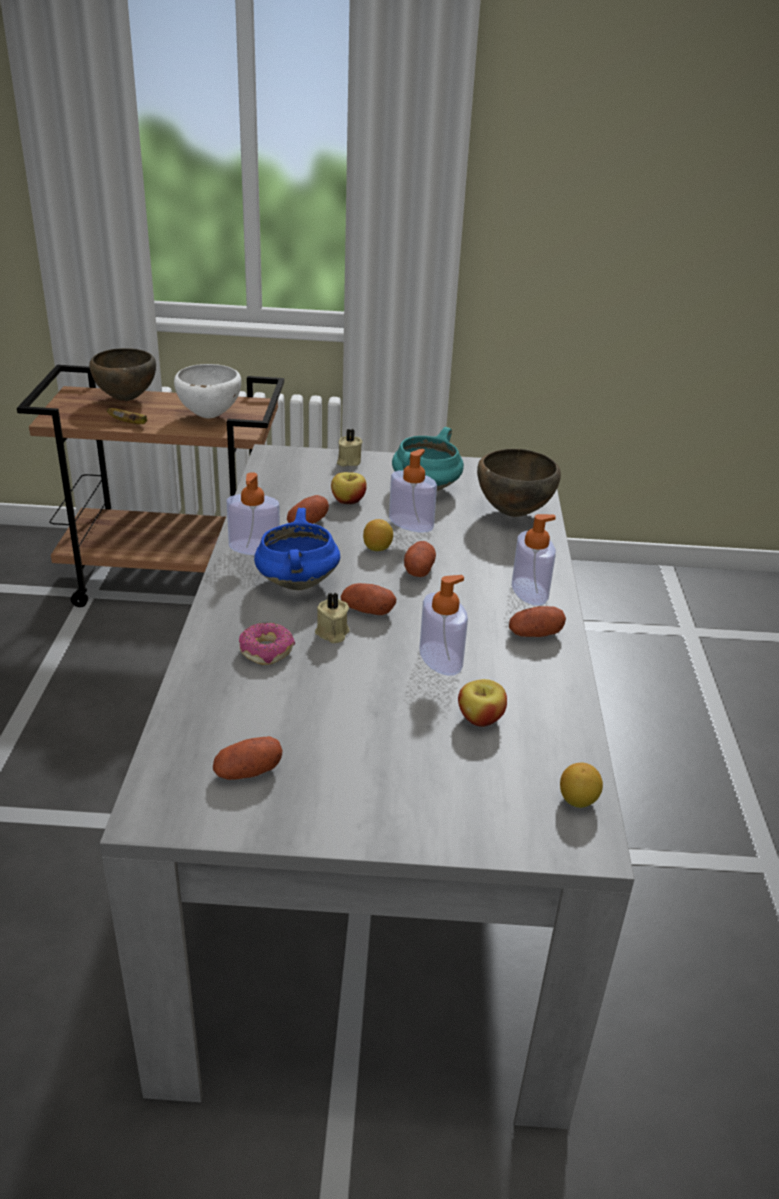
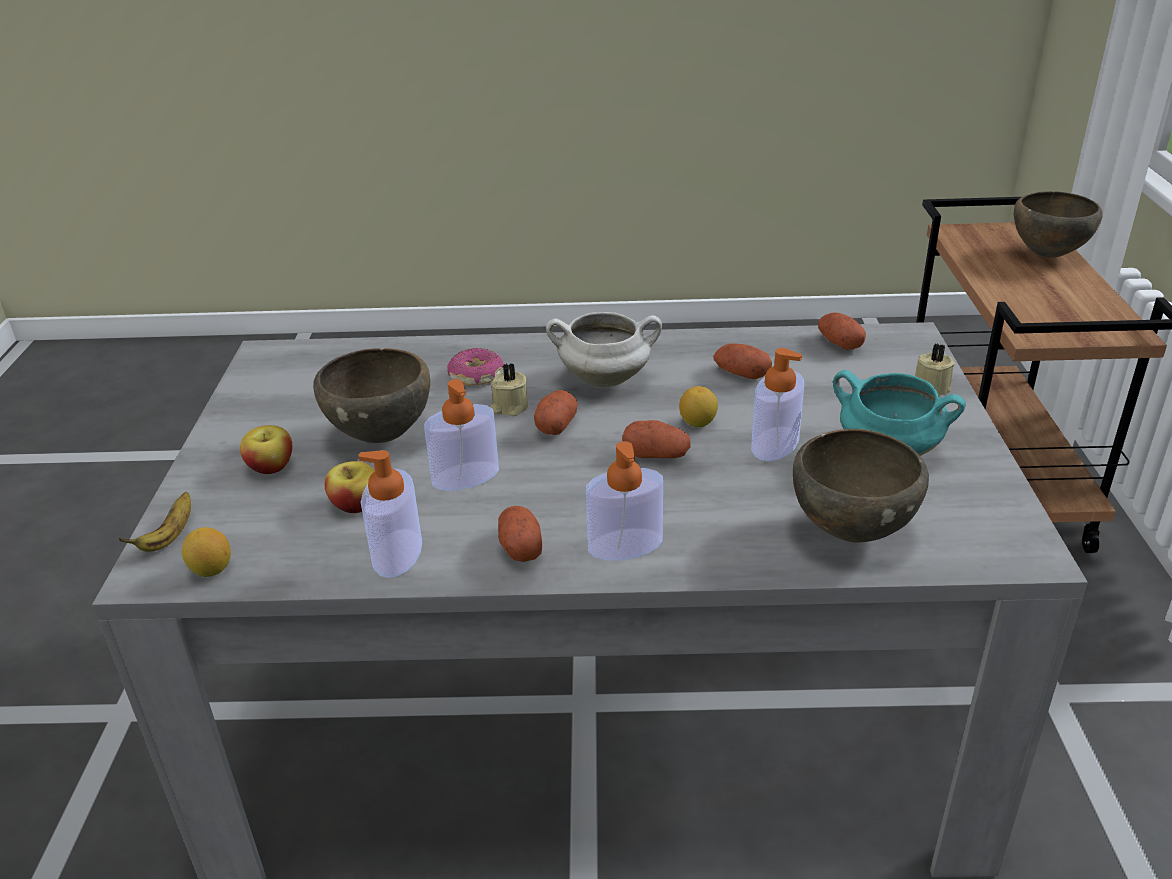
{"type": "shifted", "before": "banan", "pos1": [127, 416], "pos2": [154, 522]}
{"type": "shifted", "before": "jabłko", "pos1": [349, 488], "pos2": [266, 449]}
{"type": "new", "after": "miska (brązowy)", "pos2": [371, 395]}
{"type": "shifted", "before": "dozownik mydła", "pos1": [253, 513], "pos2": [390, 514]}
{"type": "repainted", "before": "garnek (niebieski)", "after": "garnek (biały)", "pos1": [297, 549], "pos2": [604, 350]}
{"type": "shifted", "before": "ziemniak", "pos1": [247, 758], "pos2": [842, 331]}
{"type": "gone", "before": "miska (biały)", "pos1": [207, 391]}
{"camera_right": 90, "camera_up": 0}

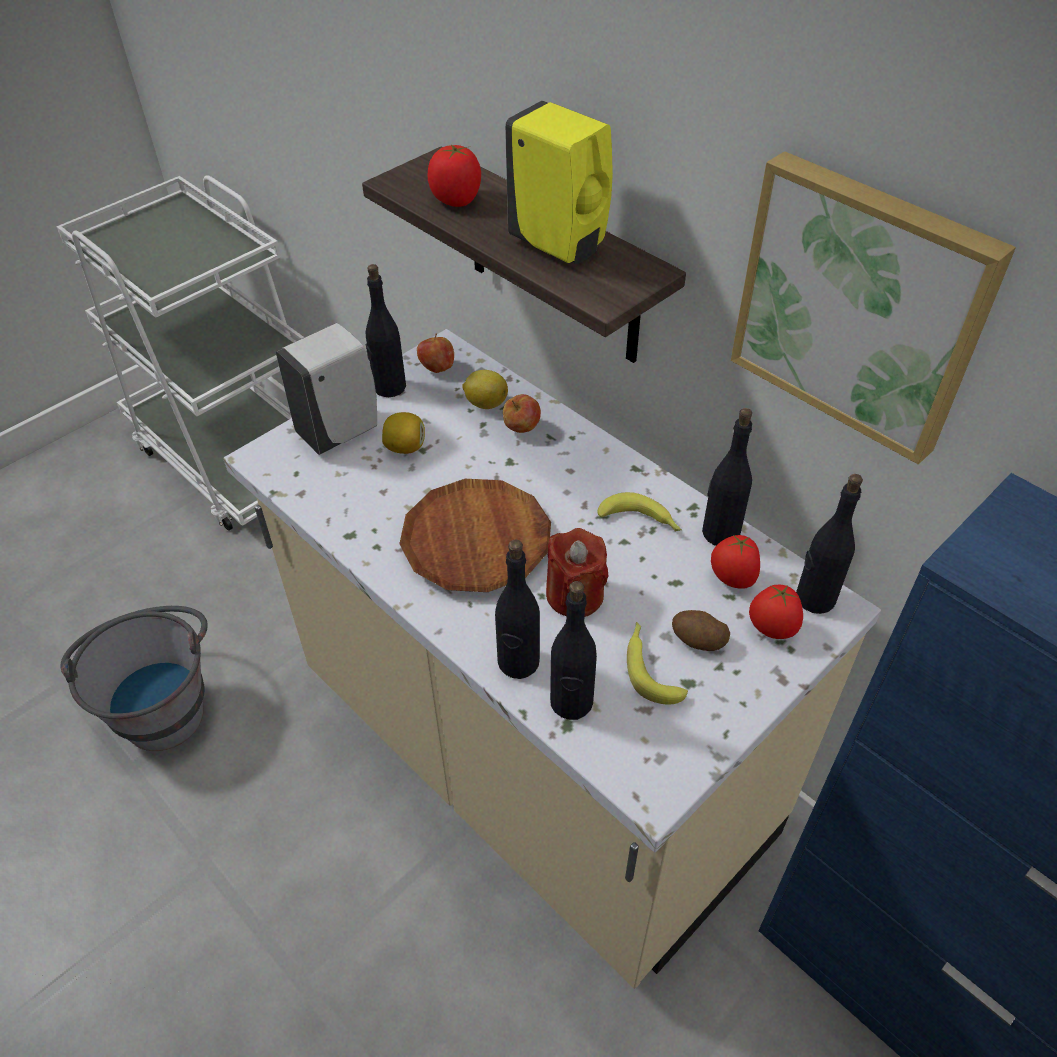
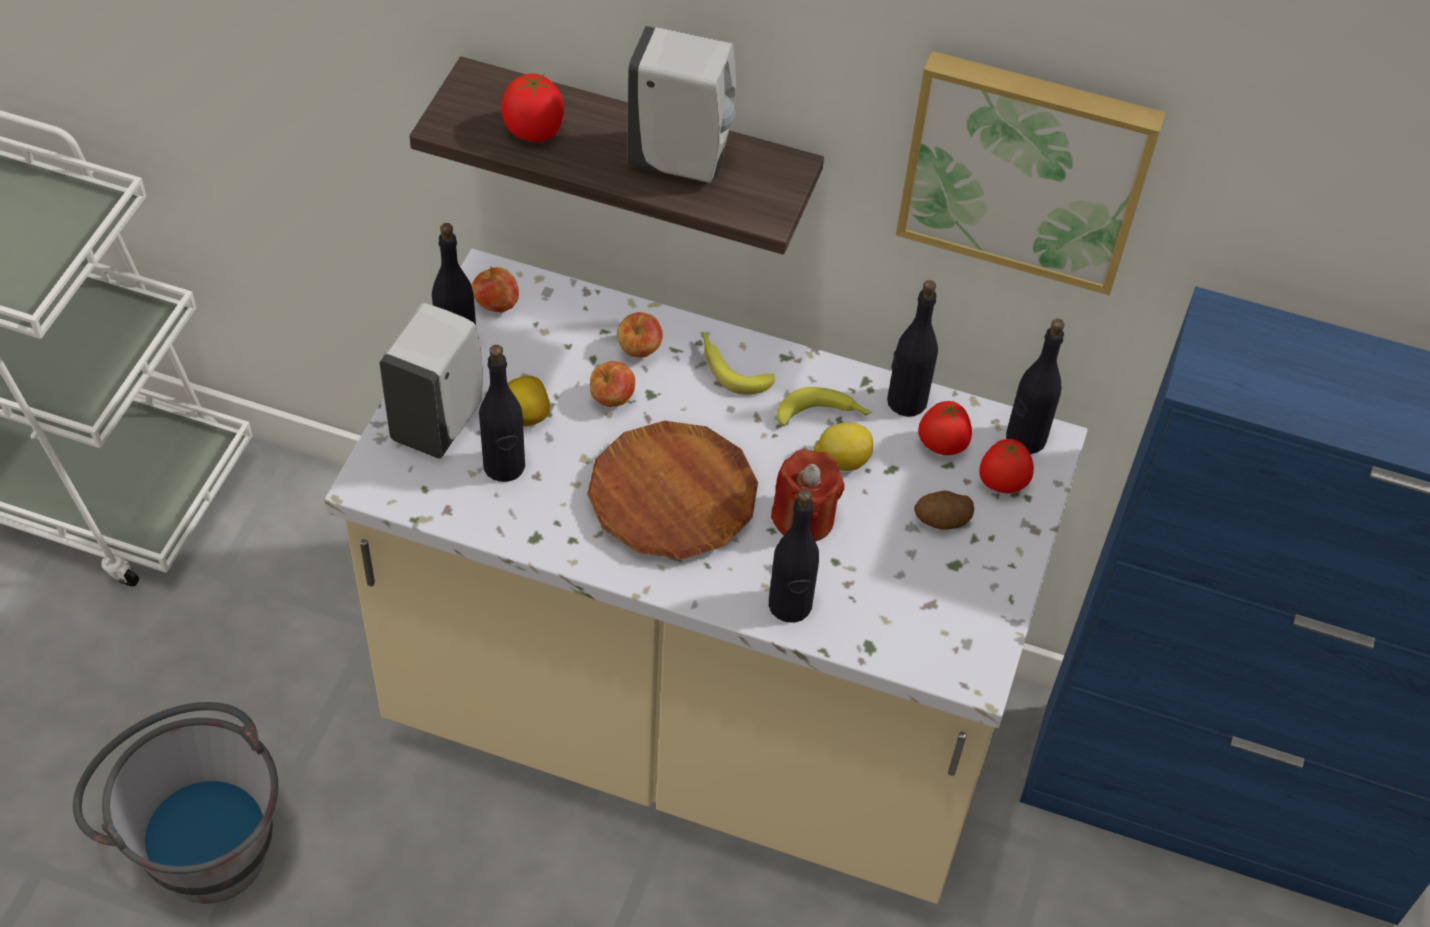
{"type": "shifted", "before": "butelka (czarny)", "pos1": [573, 650], "pos2": [502, 413]}
{"type": "new", "after": "jabłko", "pos2": [612, 384]}
{"type": "repainted", "before": "dozownik mydła (żółty)", "after": "dozownik mydła (biały)", "pos1": [559, 183], "pos2": [682, 104]}
{"type": "shifted", "before": "banan", "pos1": [657, 663], "pos2": [738, 363]}
{"type": "shifted", "before": "cytryna", "pos1": [485, 389], "pos2": [843, 447]}
{"camera_right": -30, "camera_up": 5}

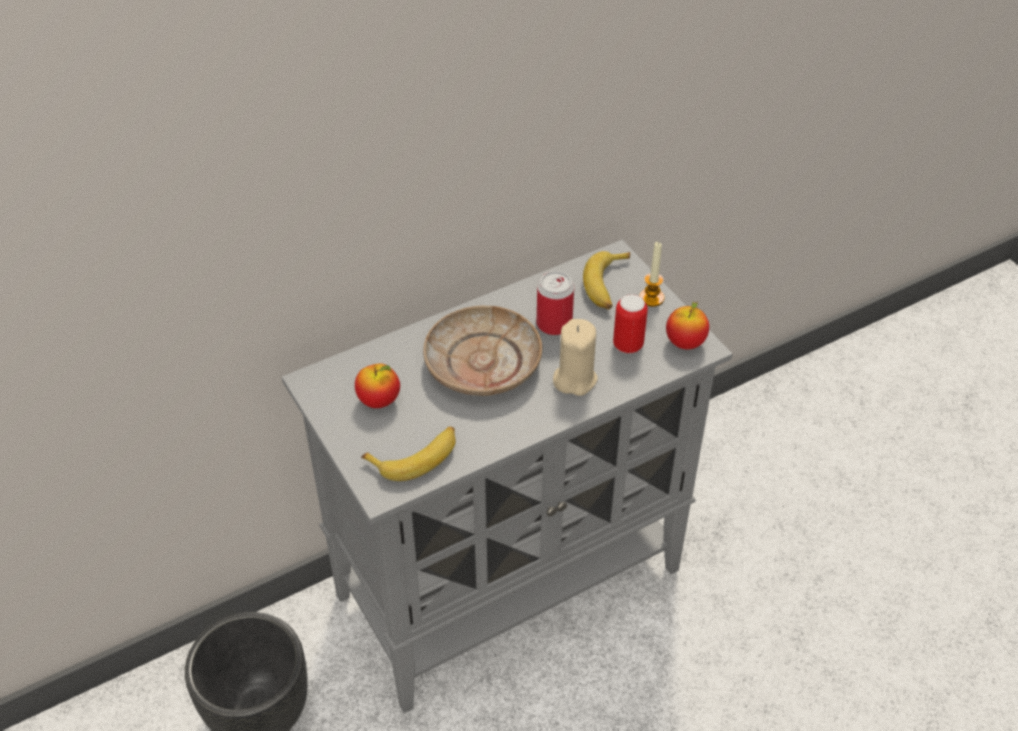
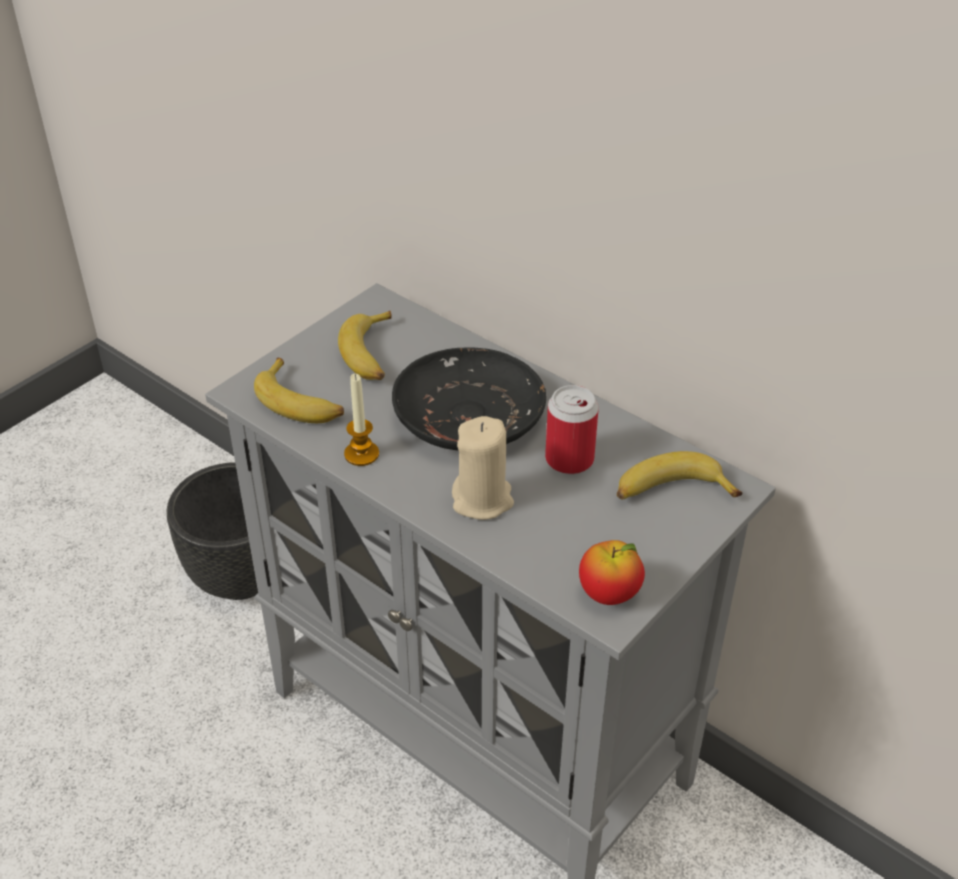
{"type": "swapped", "before": "jabłko", "after": "banan", "pos1": [377, 385], "pos2": [365, 345]}
{"type": "shifted", "before": "świeca", "pos1": [651, 274], "pos2": [361, 420]}
{"type": "repainted", "before": "talerz (beżowy)", "after": "talerz (czarny)", "pos1": [483, 351], "pos2": [469, 399]}
{"type": "gone", "before": "puszka", "pos1": [630, 324]}
{"camera_right": 70, "camera_up": -5}

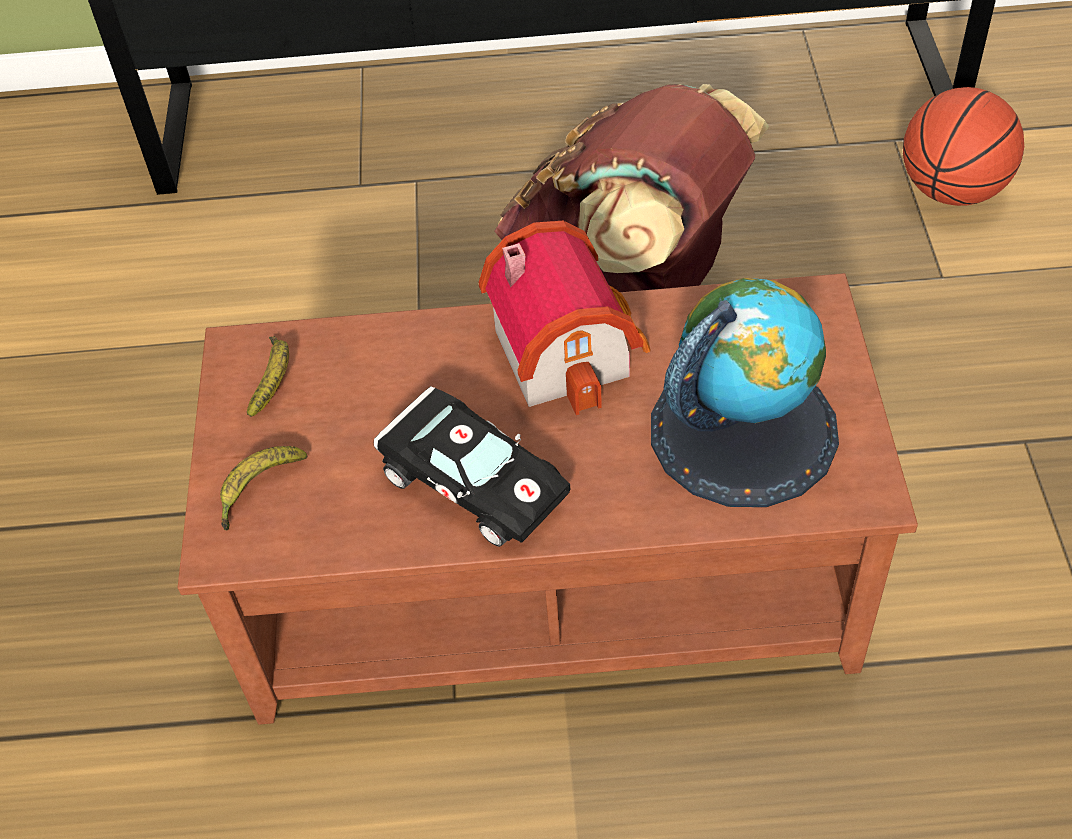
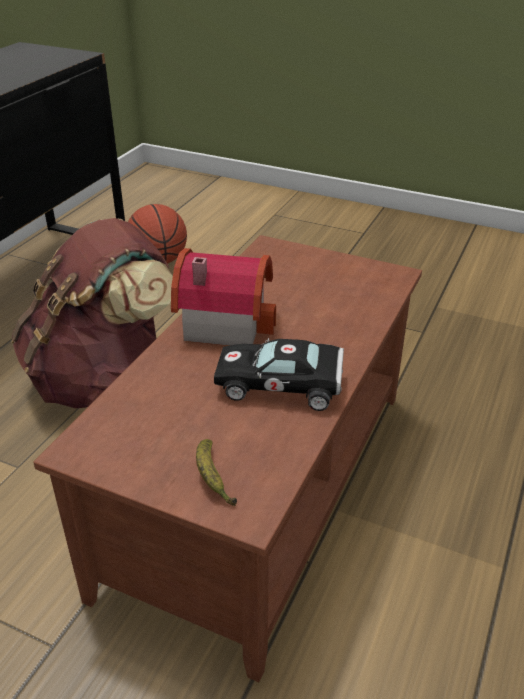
{"type": "rotated", "before": "samochodzik (czarny)", "pos1": [472, 466], "pos2": [279, 374], "turn": -150}
{"type": "gone", "before": "banan", "pos1": [268, 376]}
{"type": "gone", "before": "globus", "pos1": [745, 392]}
{"camera_right": -65, "camera_up": -15}

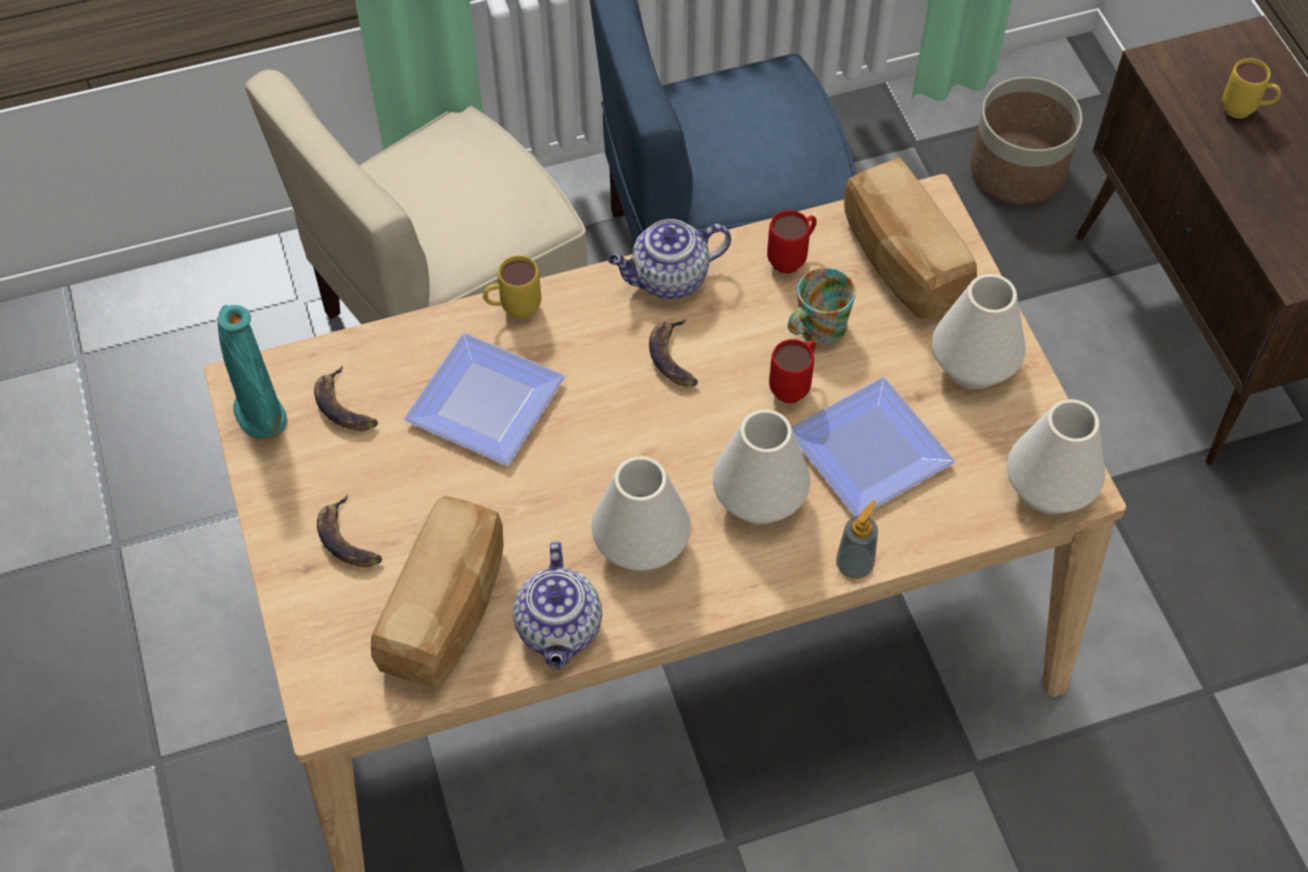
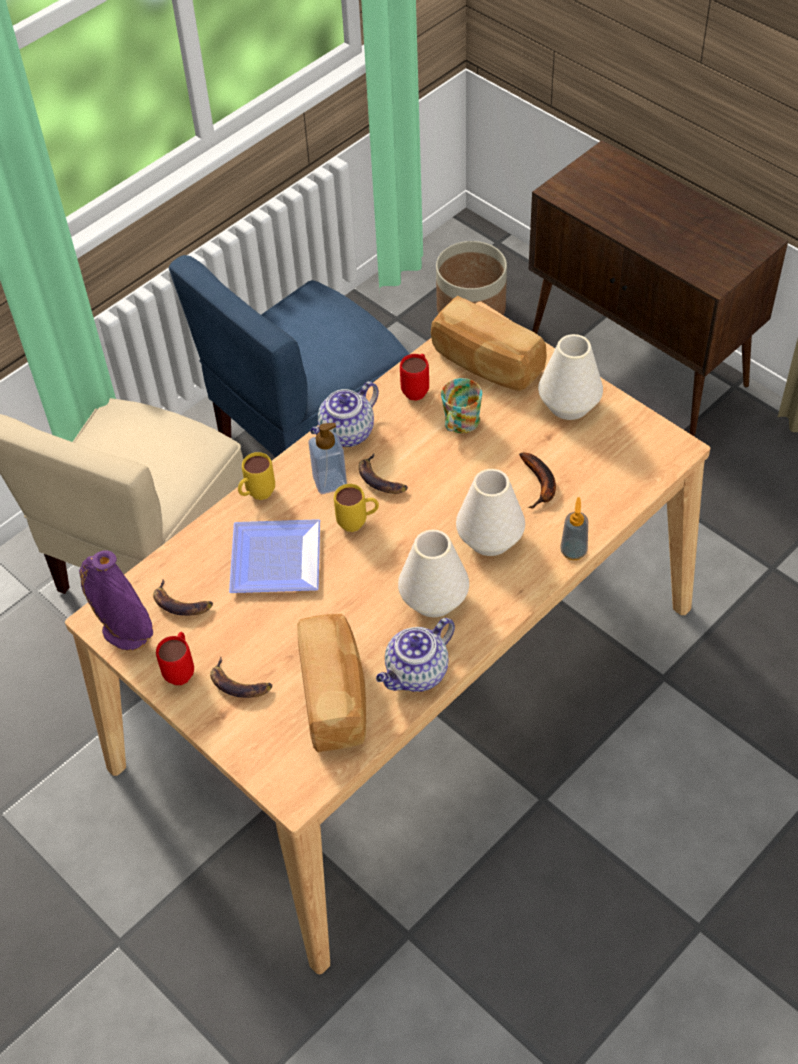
{"type": "repainted", "before": "wazon (turkusowy)", "after": "wazon (fioletowy)", "pos1": [252, 372], "pos2": [116, 600]}
{"type": "shifted", "before": "kubek (czerwony)", "pos1": [792, 371], "pos2": [175, 658]}
{"type": "new", "after": "dozownik mydła", "pos2": [328, 458]}
{"type": "shifted", "before": "kubek (żółty)", "pos1": [1251, 88], "pos2": [356, 508]}
{"type": "rotated", "before": "imbryk", "pos1": [557, 605], "pos2": [415, 655], "turn": 75}
{"type": "swapped", "before": "talerz", "after": "banan", "pos1": [873, 446], "pos2": [537, 481]}
{"type": "gone", "before": "wazon (biały)", "pos1": [1056, 456]}
{"camera_right": -25, "camera_up": -5}

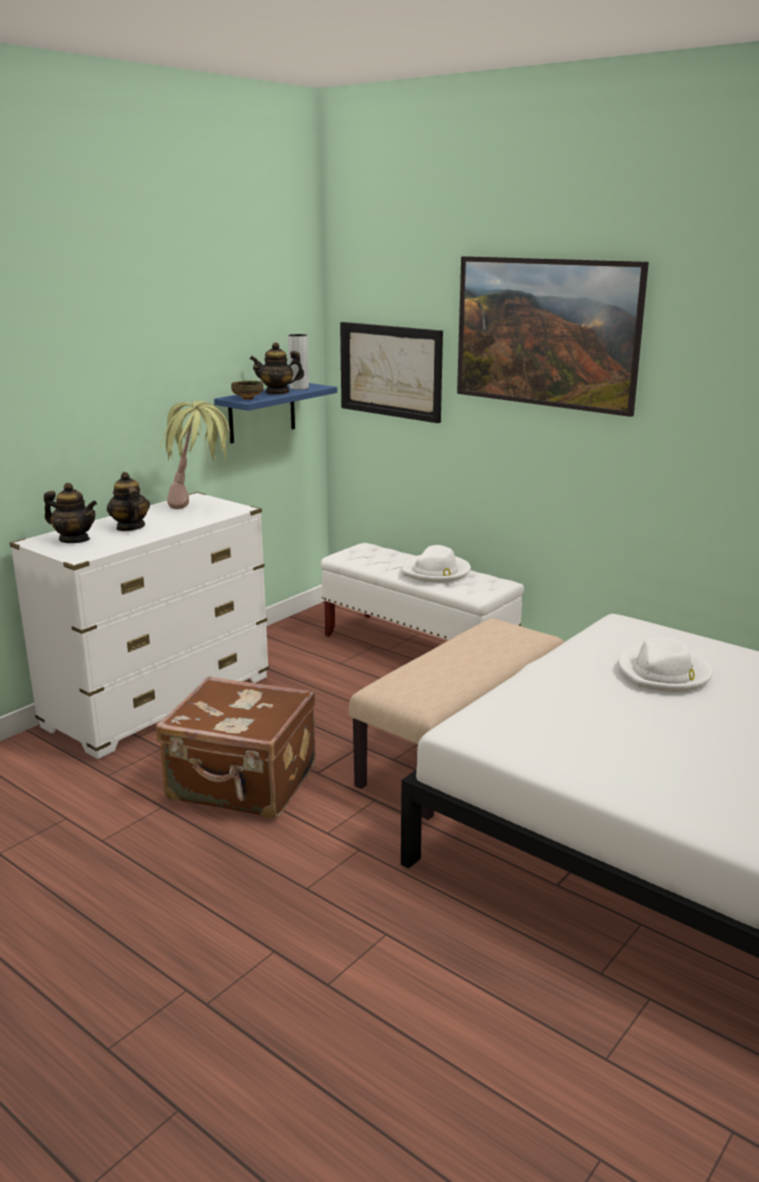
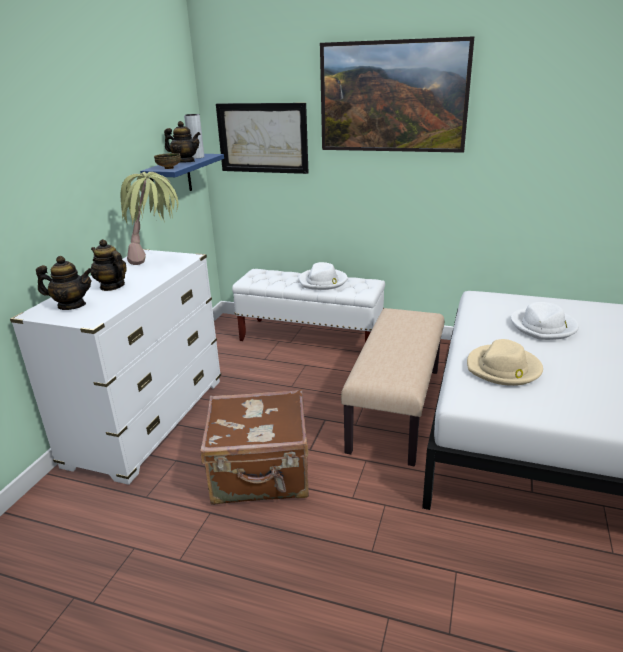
{"type": "rotated", "before": "imbryk", "pos1": [277, 368], "pos2": [182, 141], "turn": -135}
{"type": "new", "after": "kapelusz (beżowy)", "pos2": [505, 362]}
{"camera_right": -20, "camera_up": 5}

